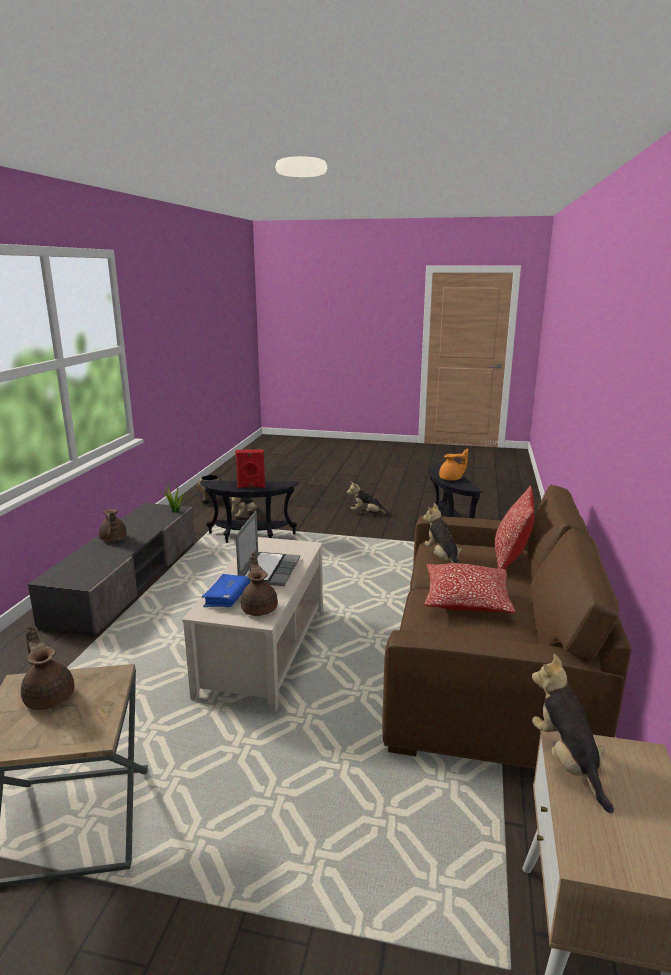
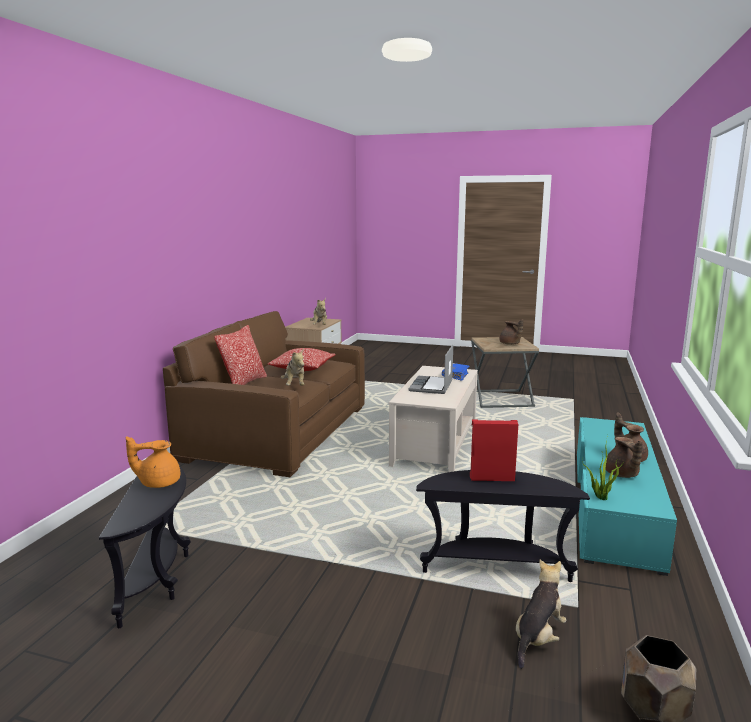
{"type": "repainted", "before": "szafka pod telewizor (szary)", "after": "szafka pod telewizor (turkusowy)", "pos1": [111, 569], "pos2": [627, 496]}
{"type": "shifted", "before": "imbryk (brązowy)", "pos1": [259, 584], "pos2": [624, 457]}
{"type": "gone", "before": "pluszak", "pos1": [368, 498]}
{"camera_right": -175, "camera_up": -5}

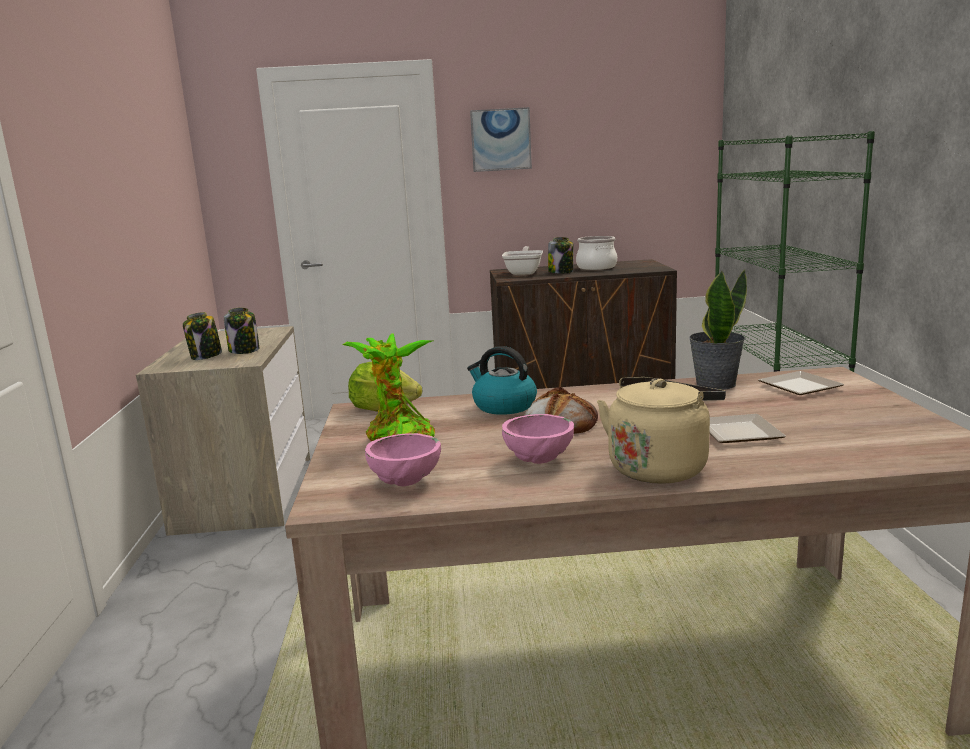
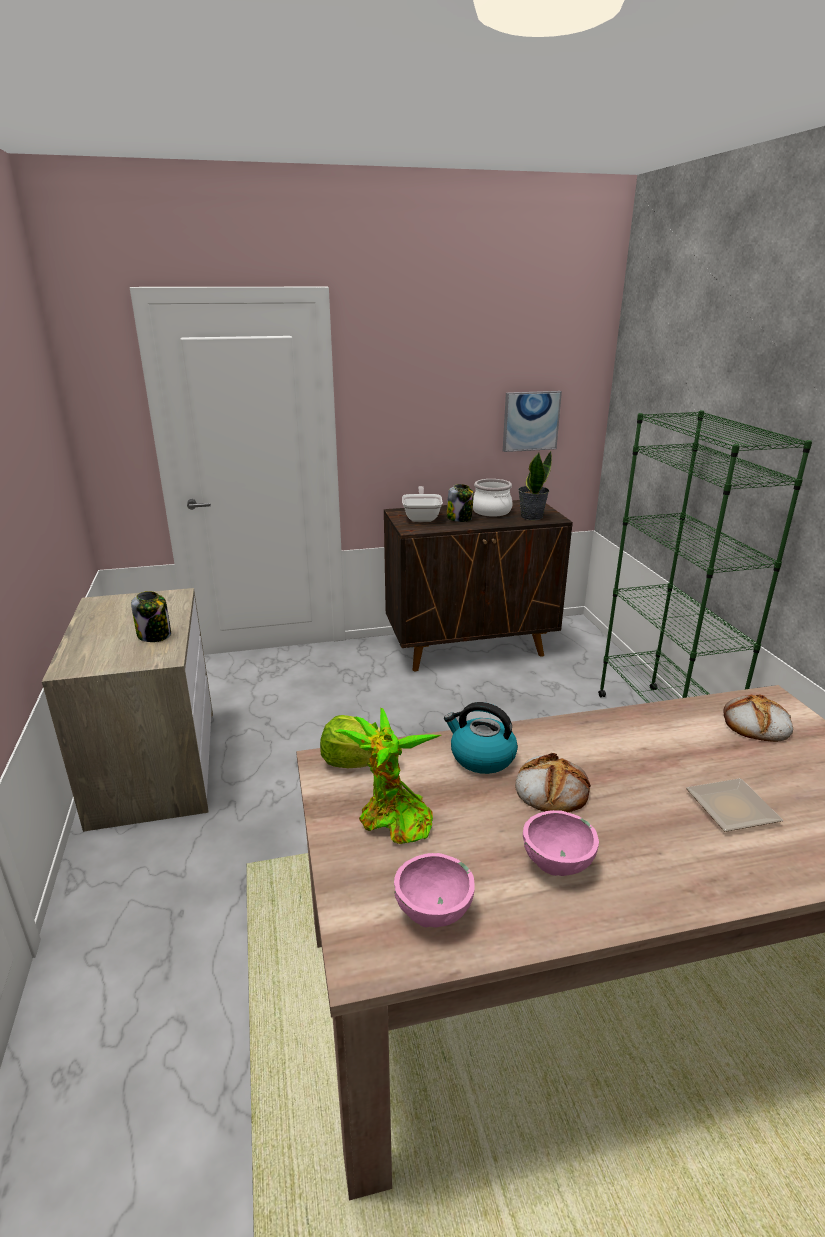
{"type": "shifted", "before": "obraz", "pos1": [501, 139], "pos2": [532, 421]}
{"type": "shifted", "before": "roślina doniczkowa", "pos1": [718, 330], "pos2": [535, 485]}
{"type": "swapped", "before": "talerz", "after": "chleb", "pos1": [801, 383], "pos2": [758, 718]}
{"type": "gone", "before": "słoik", "pos1": [202, 336]}
{"type": "gone", "before": "czajnik (beżowy)", "pos1": [661, 430]}
{"camera_right": -10, "camera_up": 10}

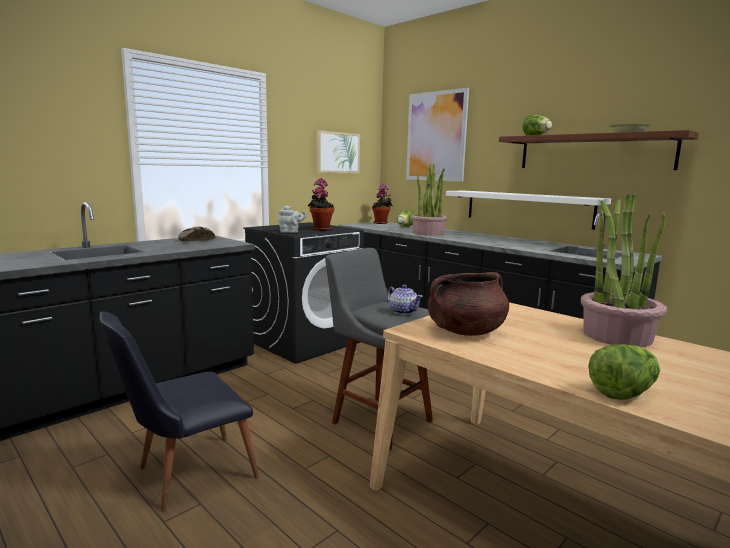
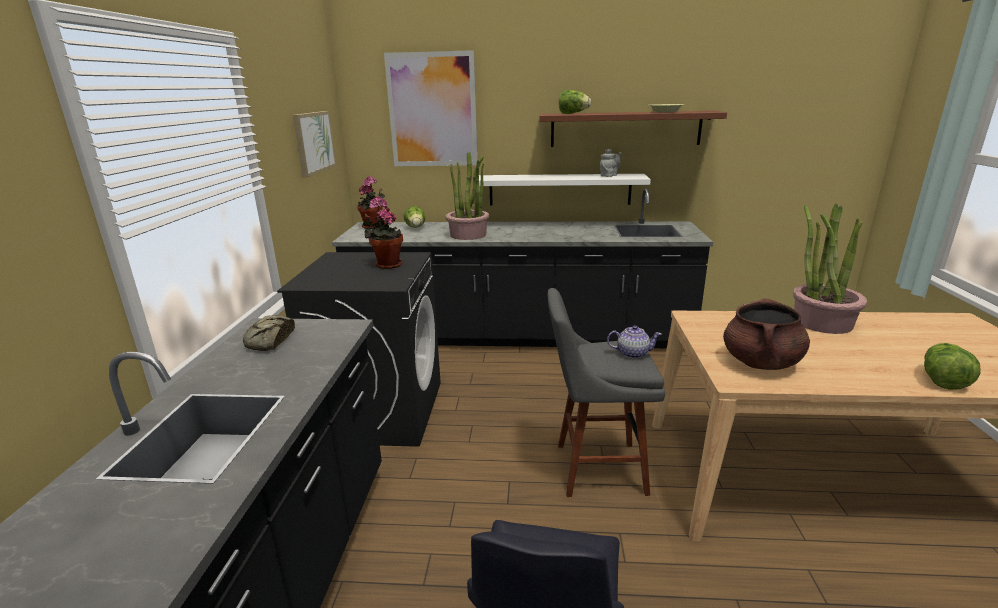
{"type": "shifted", "before": "imbryk (szary)", "pos1": [292, 219], "pos2": [611, 163]}
{"camera_right": -40, "camera_up": 10}

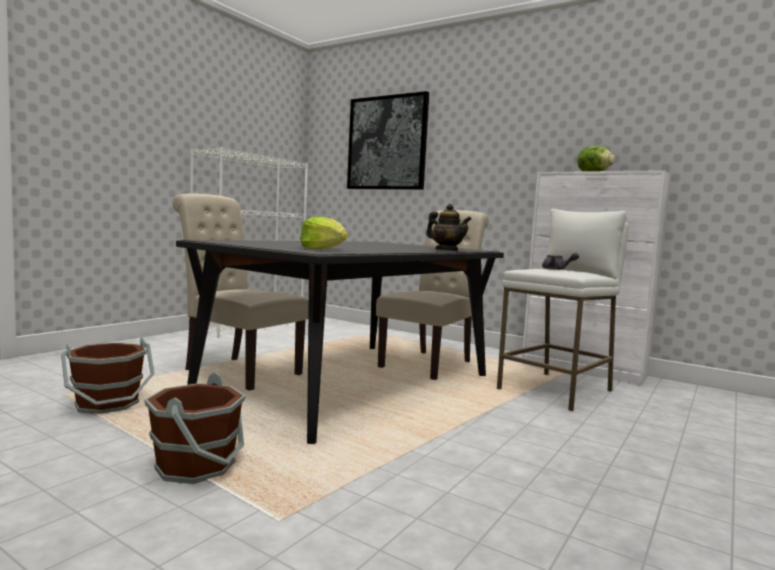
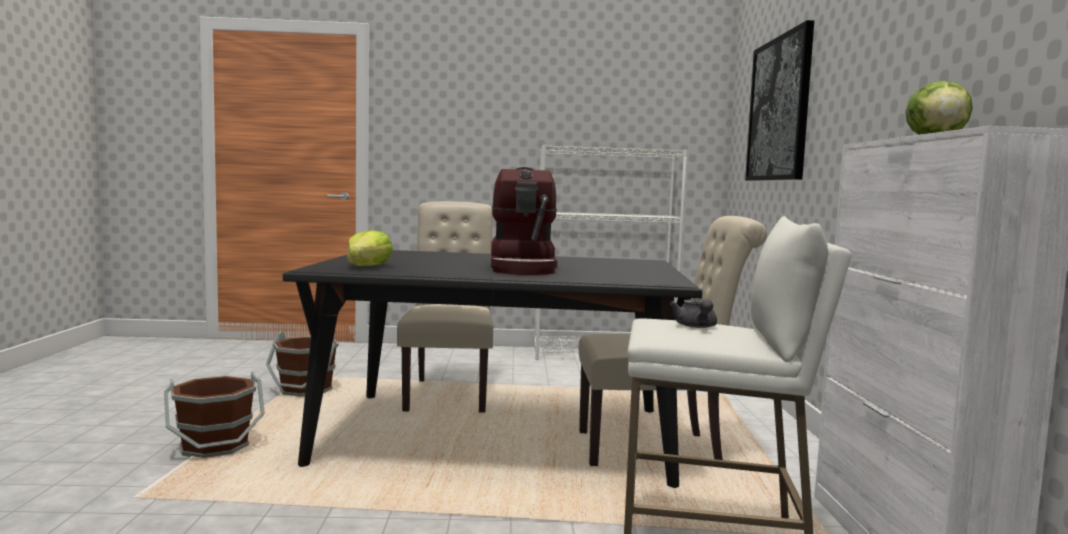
{"type": "new", "after": "ekspres do kawy", "pos2": [524, 221]}
{"type": "gone", "before": "imbryk", "pos1": [449, 227]}
{"camera_right": 55, "camera_up": 0}

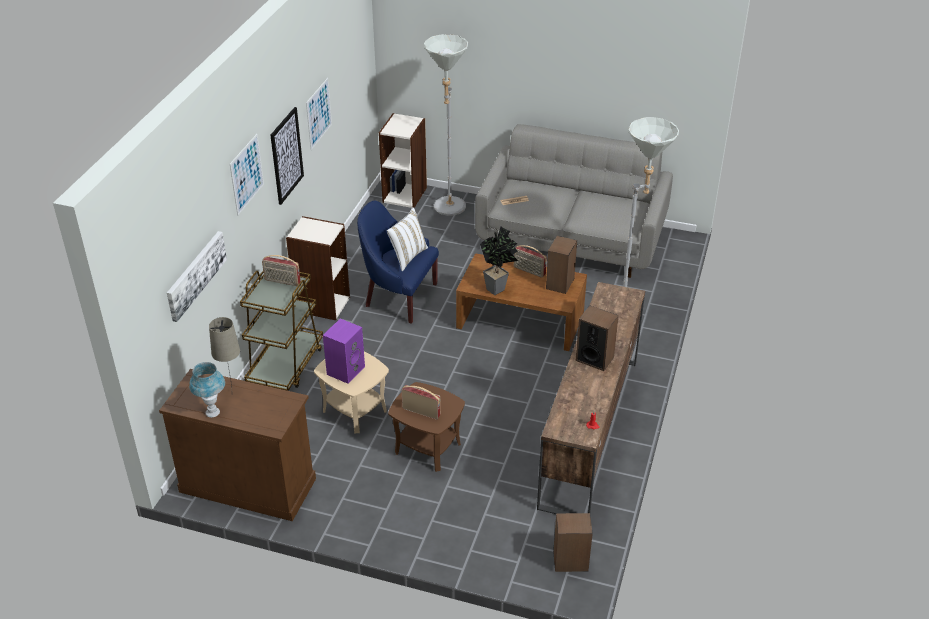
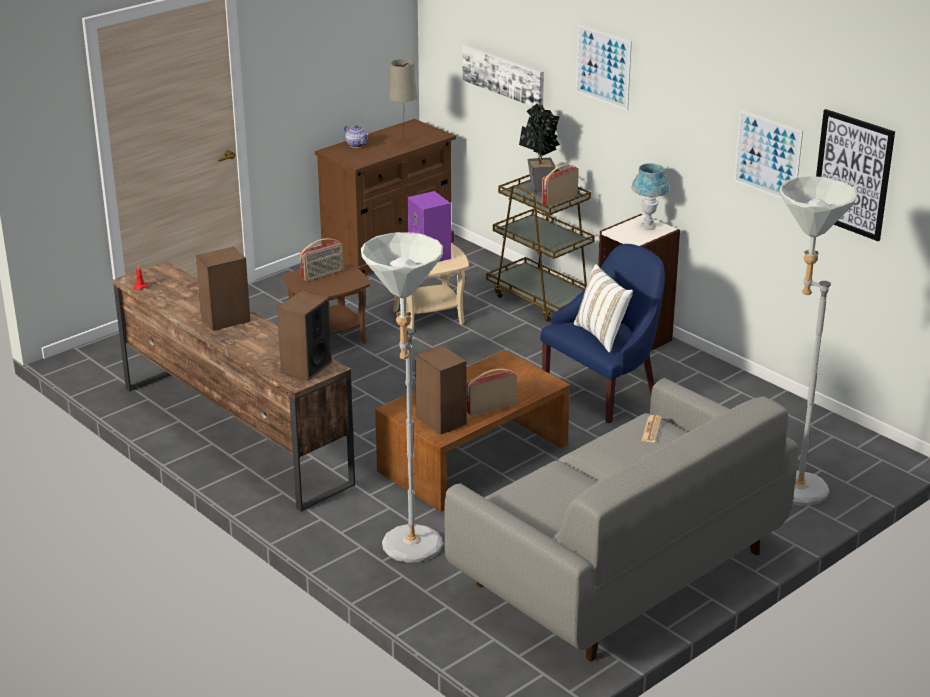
{"type": "shifted", "before": "głośnik", "pos1": [573, 542], "pos2": [304, 335]}
{"type": "new", "after": "imbryk", "pos2": [356, 136]}
{"type": "shifted", "before": "roślina doniczkowa", "pos1": [499, 261], "pos2": [539, 147]}
{"type": "shifted", "before": "lampa stołowa (niebieski)", "pos1": [207, 389], "pos2": [650, 196]}
{"type": "shifted", "before": "obraz", "pos1": [287, 156], "pos2": [855, 175]}
{"type": "gone", "before": "regał", "pos1": [403, 160]}
{"camera_right": 120, "camera_up": -10}

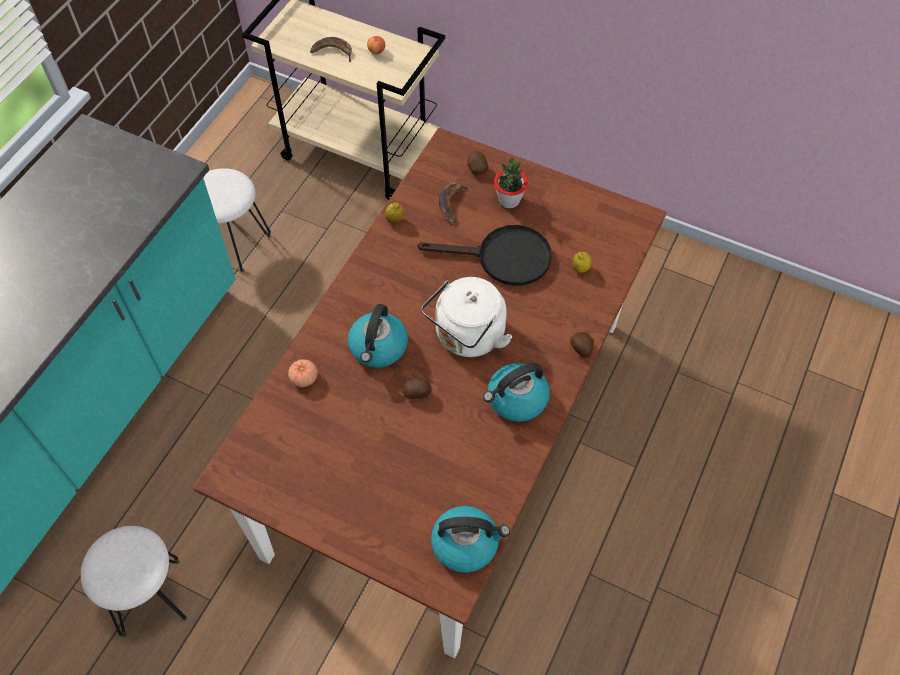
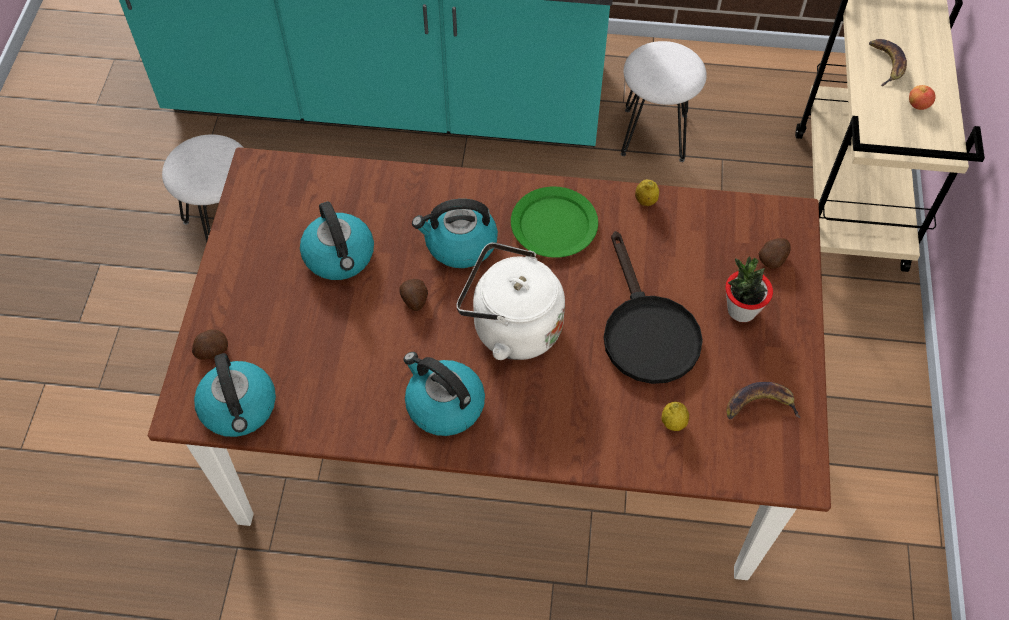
{"type": "shifted", "before": "ziemniak", "pos1": [582, 345], "pos2": [210, 344]}
{"type": "new", "after": "czajnik", "pos2": [337, 241]}
{"type": "new", "after": "talerz (zielony)", "pos2": [554, 222]}
{"type": "shifted", "before": "banan", "pos1": [455, 202], "pos2": [764, 400]}
{"type": "gone", "before": "pomidor", "pos1": [303, 373]}
{"camera_right": 70, "camera_up": 0}

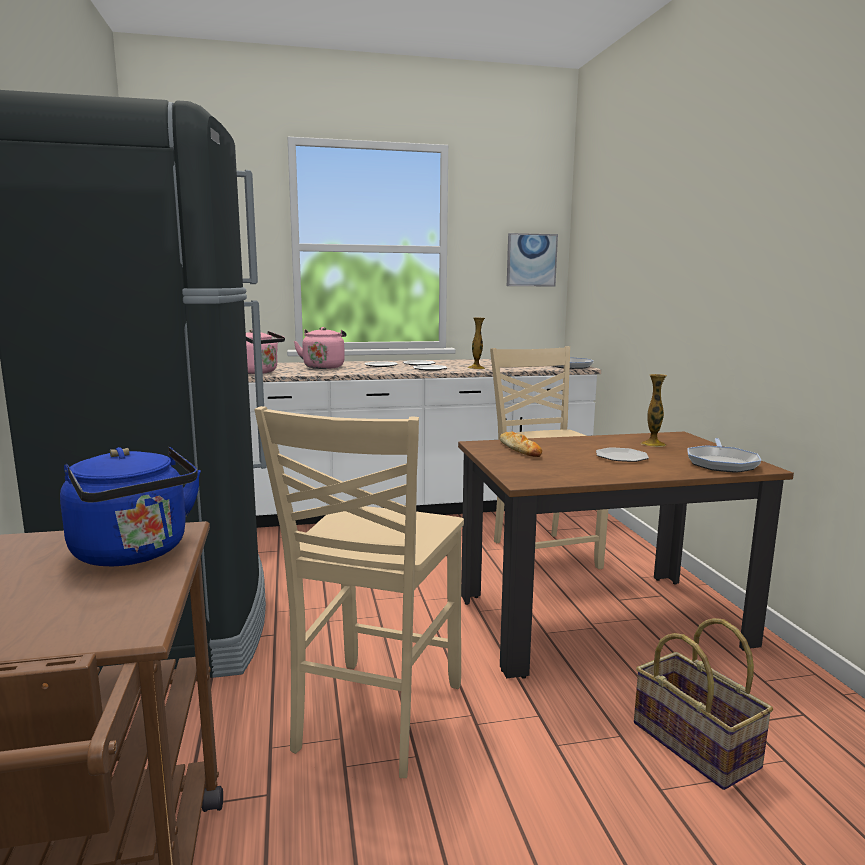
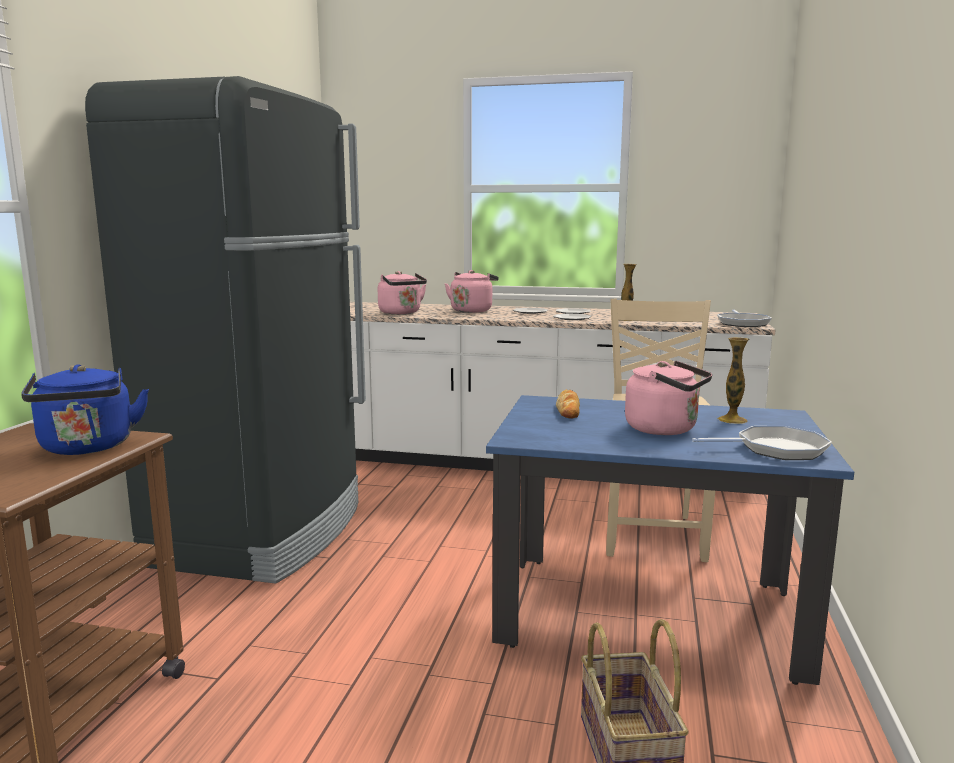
{"type": "repainted", "before": "stół jadalny (brązowy)", "after": "stół jadalny (niebieski)", "pos1": [626, 555], "pos2": [670, 540]}
{"type": "swapped", "before": "talerz", "after": "czajnik (różowy)", "pos1": [622, 454], "pos2": [668, 398]}
{"type": "rotated", "before": "patelnia", "pos1": [724, 455], "pos2": [762, 443], "turn": -135}
{"type": "gone", "before": "krzesło (beżowy)", "pos1": [359, 592]}
{"type": "gone", "before": "obraz", "pos1": [532, 259]}
{"camera_right": 25, "camera_up": 0}

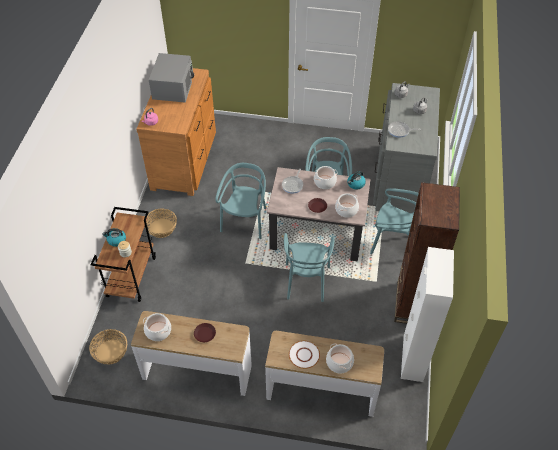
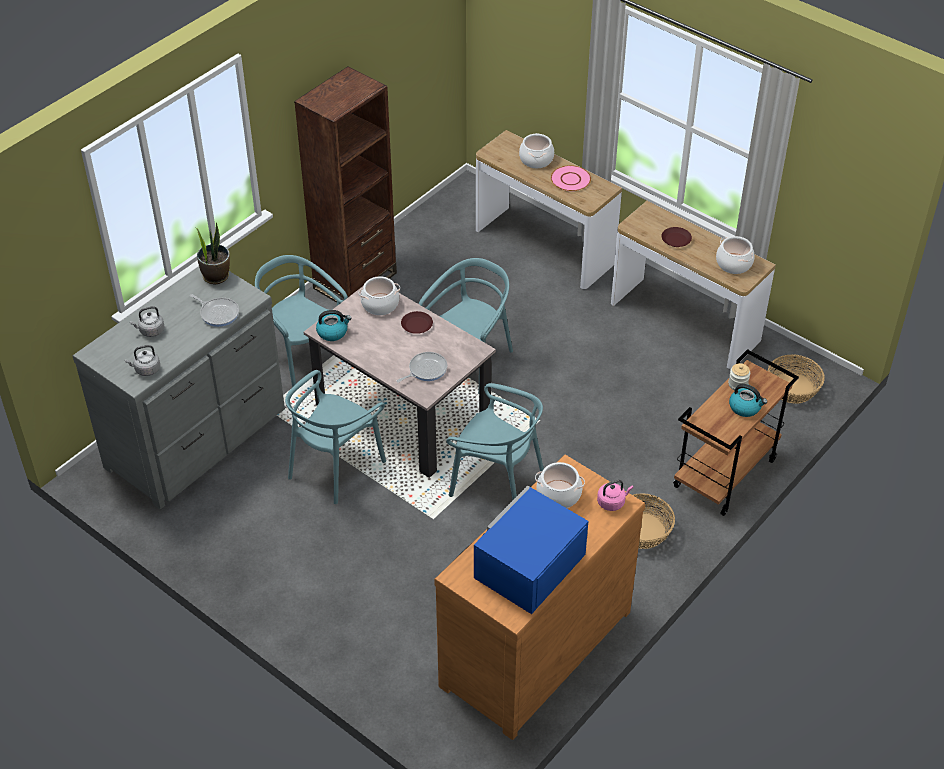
{"type": "new", "after": "roślina doniczkowa", "pos2": [212, 254]}
{"type": "rotated", "before": "krzesło (turkusowy)", "pos1": [240, 201], "pos2": [495, 441], "turn": -105}
{"type": "repainted", "before": "mikrofalówka (szary)", "after": "mikrofalówka (niebieski)", "pos1": [171, 78], "pos2": [531, 549]}
{"type": "shifted", "before": "garnek", "pos1": [325, 177], "pos2": [560, 485]}
{"type": "repainted", "before": "talerz (biały)", "after": "talerz (różowy)", "pos1": [304, 355], "pos2": [571, 178]}
{"type": "gone", "before": "szafka (biały)", "pos1": [427, 314]}
{"camera_right": -150, "camera_up": -5}

